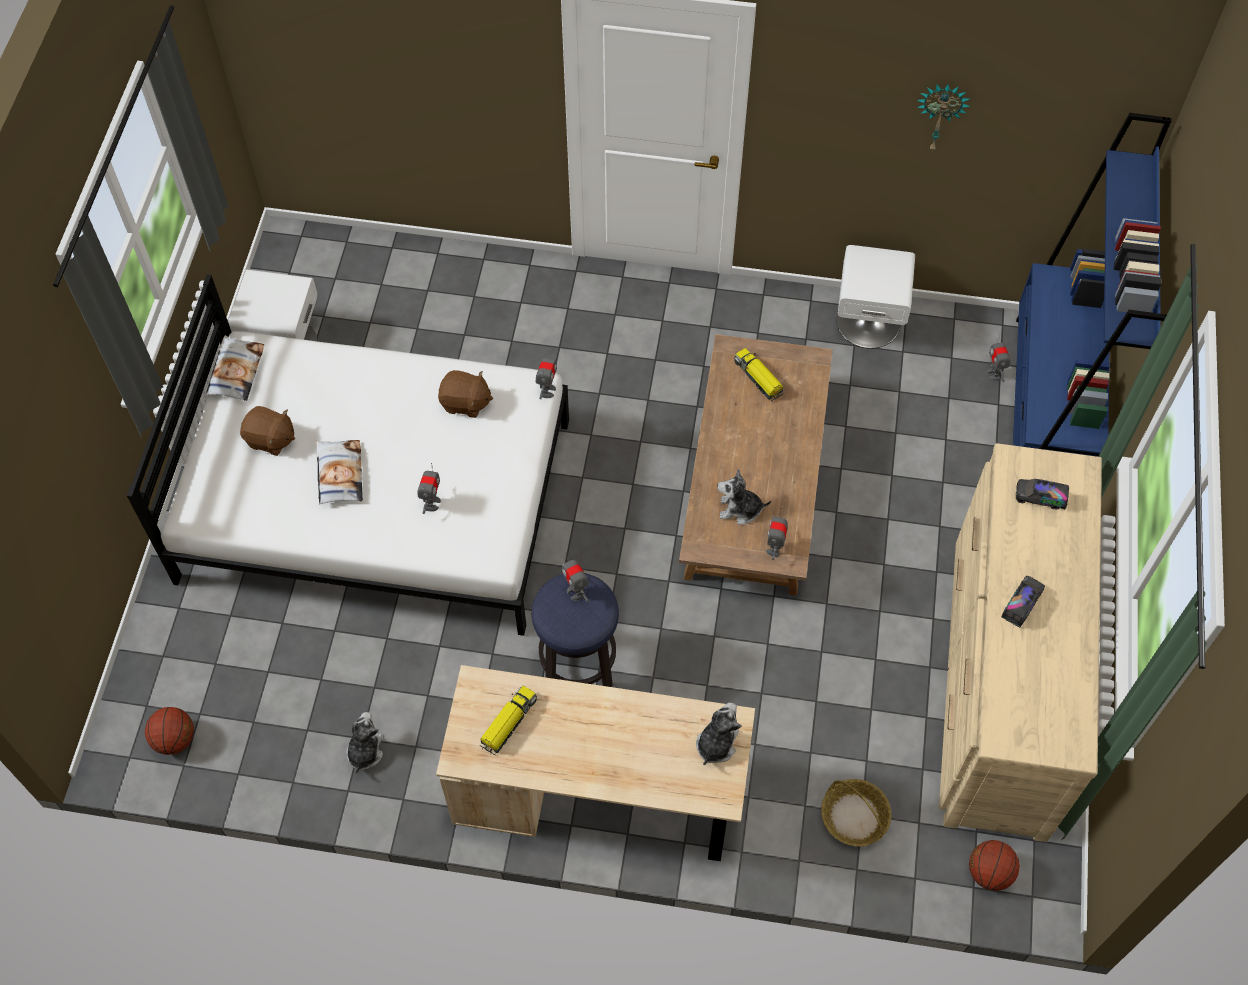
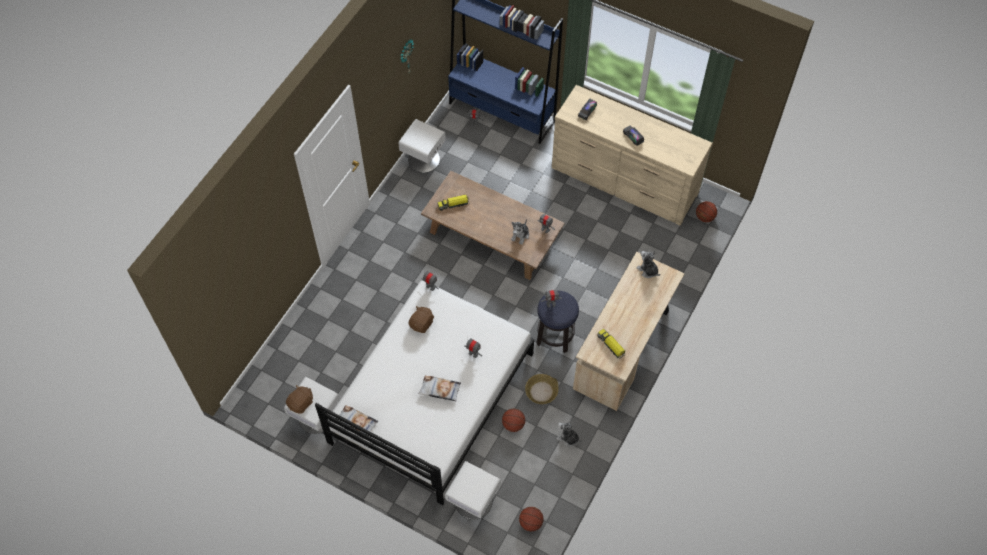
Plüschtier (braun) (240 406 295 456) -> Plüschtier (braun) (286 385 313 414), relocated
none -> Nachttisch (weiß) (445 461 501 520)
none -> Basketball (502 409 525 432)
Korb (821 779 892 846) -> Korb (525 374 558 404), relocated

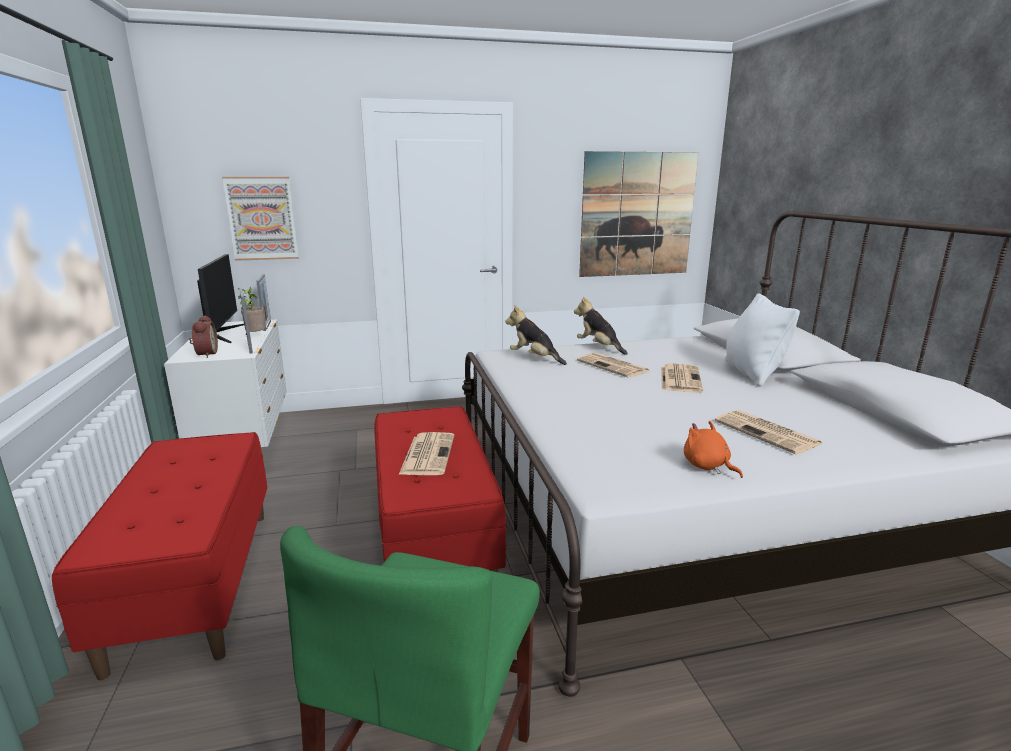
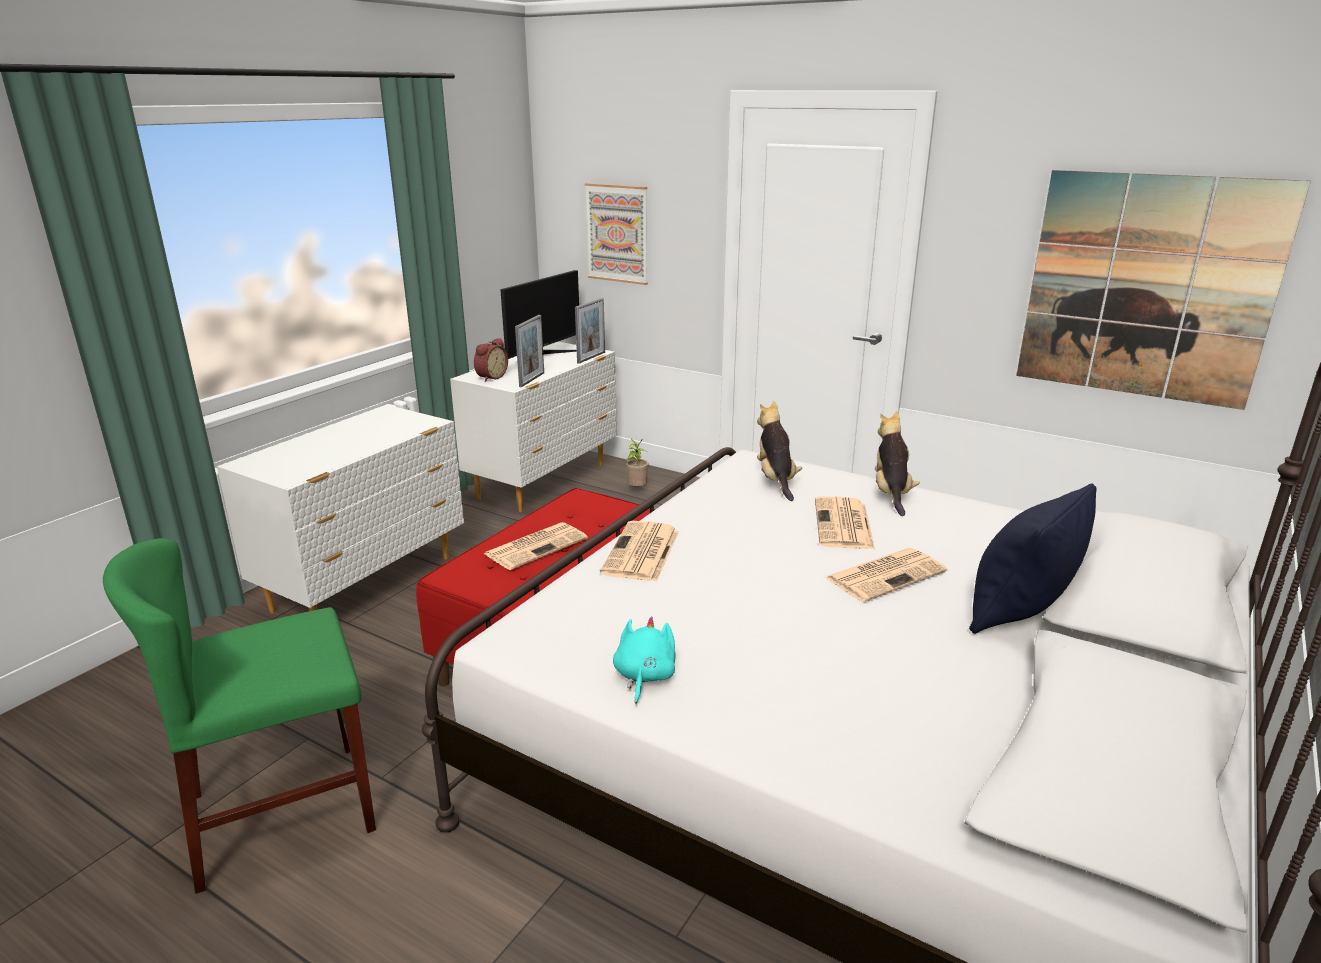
Bank (rot) (52 432 267 680) -> Kommode (weiß) (217 405 464 614)
Zeitung (715 410 823 454) -> Zeitung (600 521 679 582), relocated
Plüschtier (orange) (684 421 743 478) -> Plüschtier (türkis) (613 617 676 704)
Topfpflanze (238 287 265 332) -> Topfpflanze (625 439 648 486), relocated
Kissen (weiß) (725 293 800 387) -> Kissen (schwarz) (969 483 1096 634)

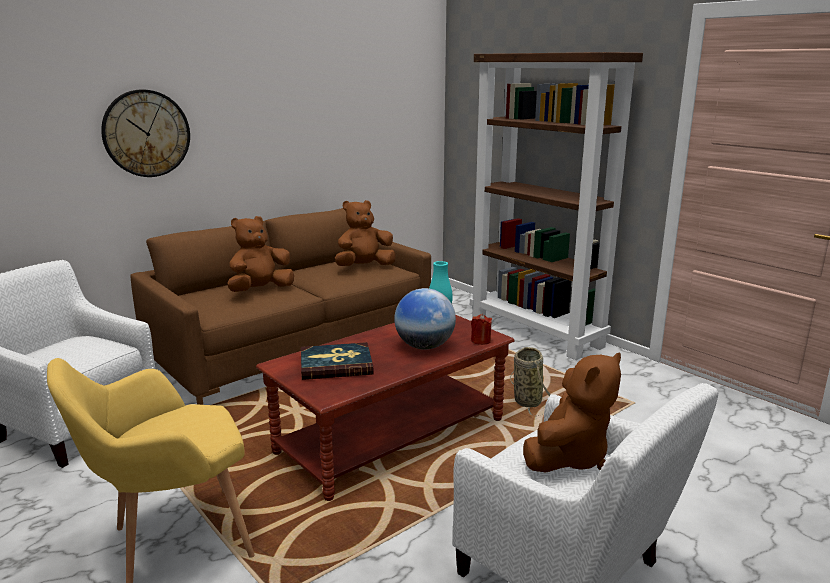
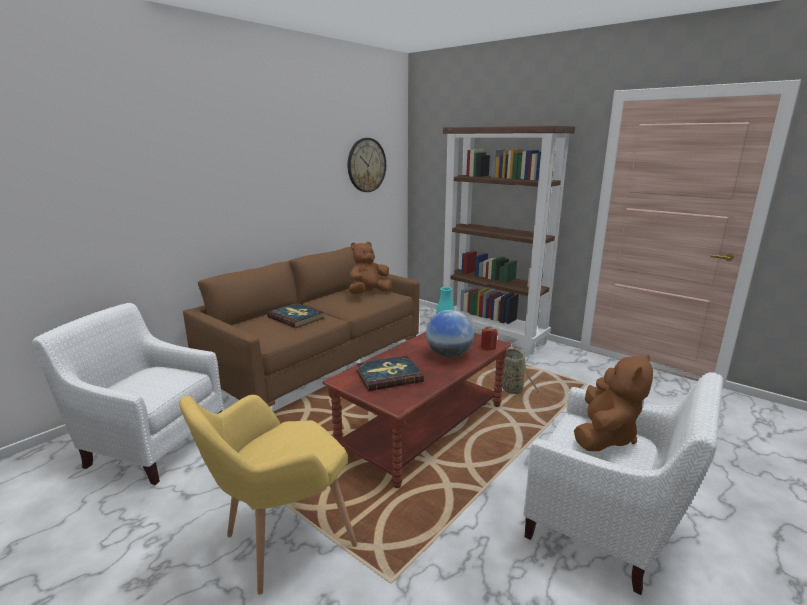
Plüschtier (braun) (228 216 294 292) -> Buch (267 303 324 328)
Wanduhr (101 89 190 177) -> Wanduhr (348 138 386 192), relocated

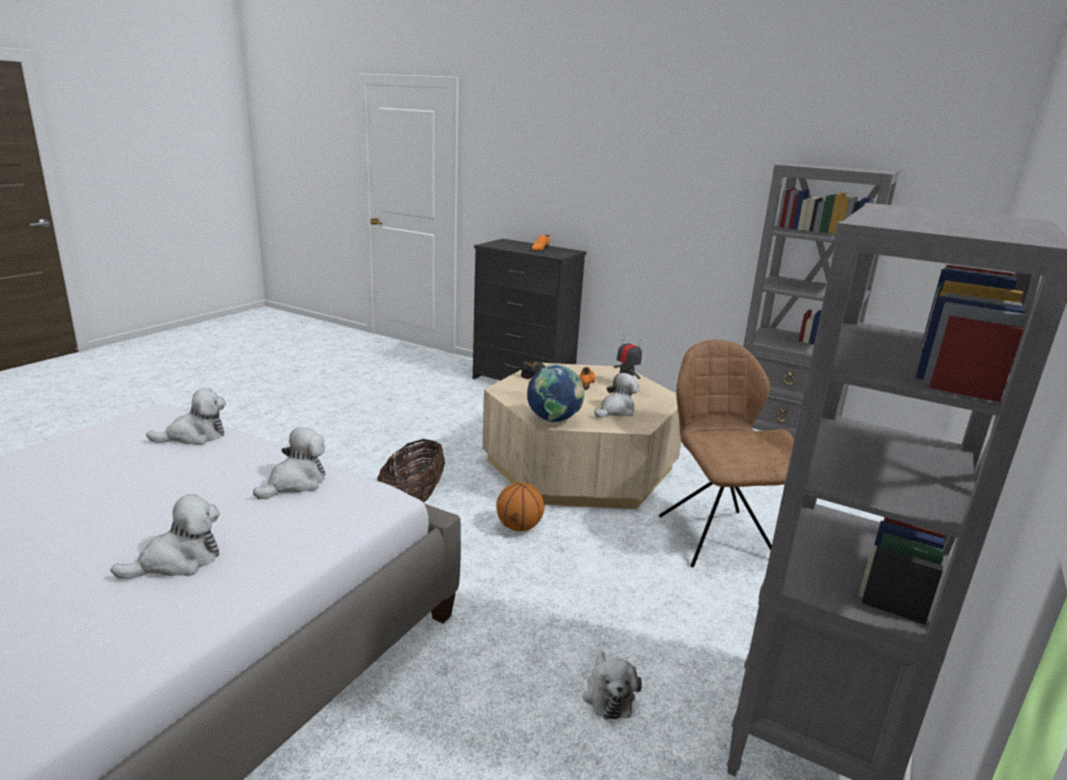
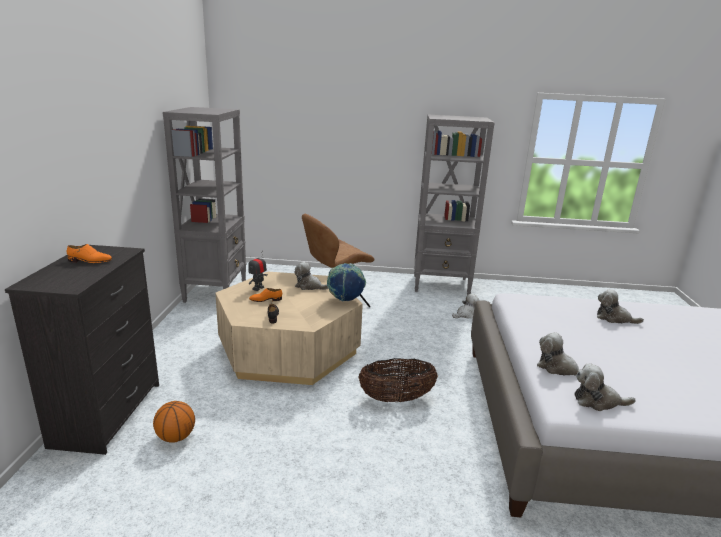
Basketball (496 482 544 531) -> Basketball (153 401 195 443), relocated
Plüschtier (253 427 325 499) -> Plüschtier (574 363 636 411), relocated

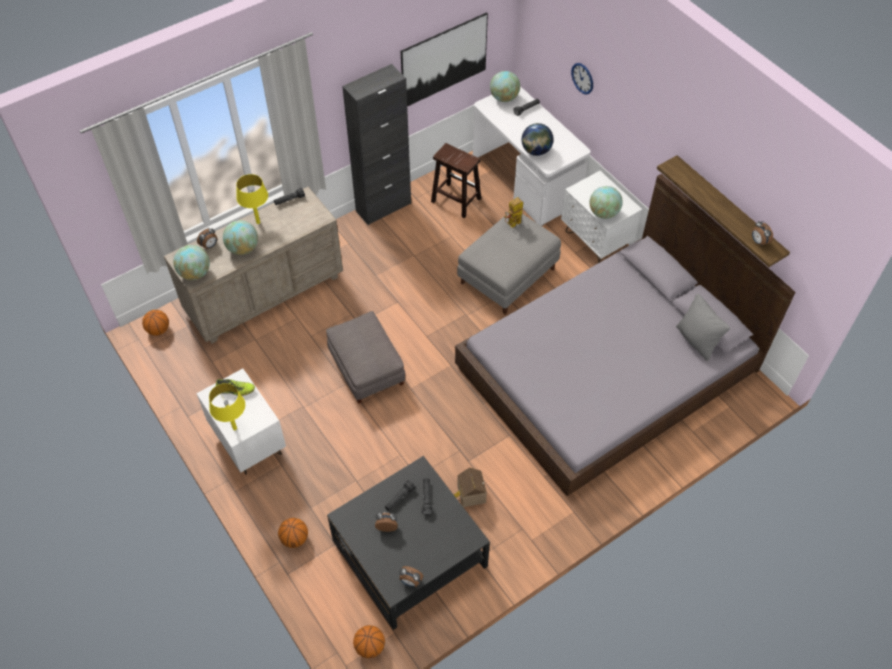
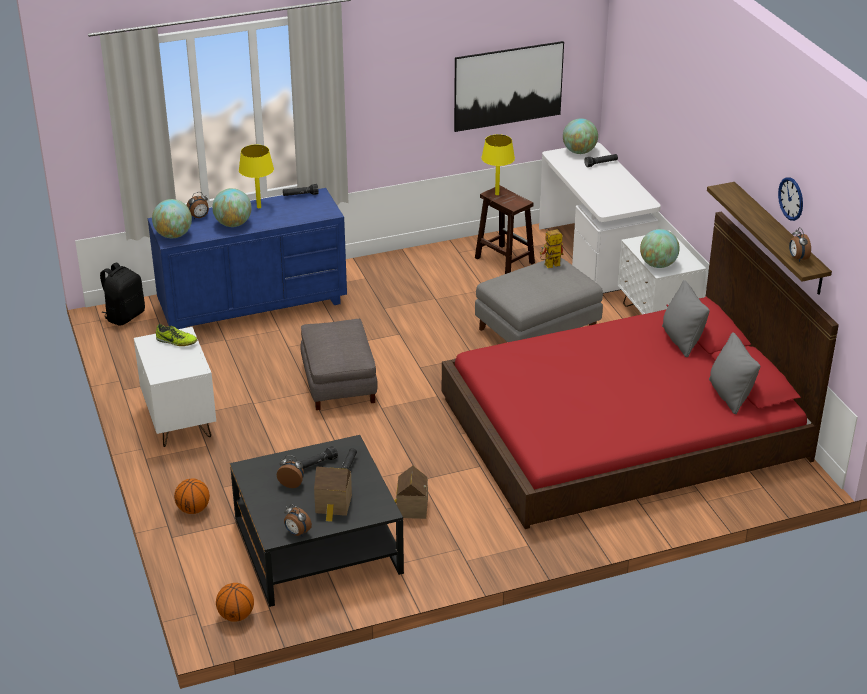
Basketball (142 310 169 336) -> Rucksack (schwarz) (100 262 145 325)
Kommode (beige) (164 187 343 344) -> Kommode (blau) (148 188 347 329)
none -> Spielzeughaus (314 466 352 522)
Bett (grau) (455 174 795 496) -> Bett (rot) (442 212 839 529)
Tischlampe (gelb) (209 383 245 430) -> Tischlampe (gelb) (481 134 515 195), relocated
none -> Kissen (grau) (662 280 710 357)
Wanduhr (571 63 593 95) -> Wanduhr (778 177 803 221), relocated
Schrank (schwarz) (342 64 411 225) -> none
Globus (522 123 554 156) -> none

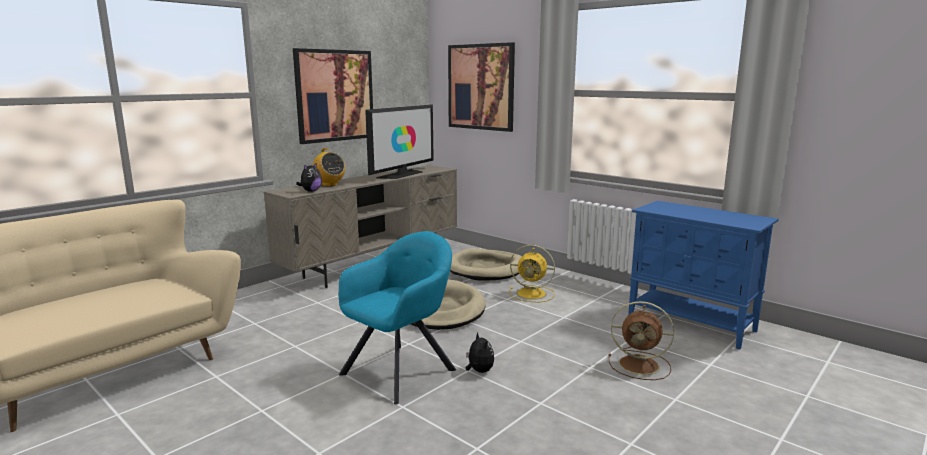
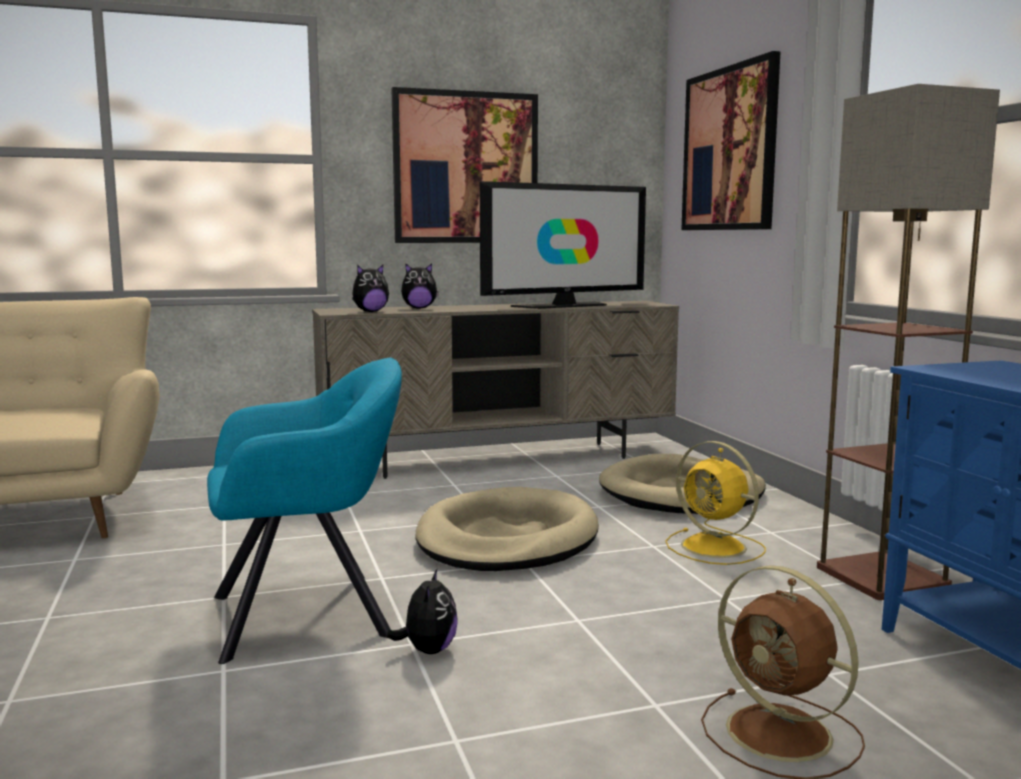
Radio (312 148 345 186) -> Plüschtier (401 263 439 309)
none -> Stehlampe (817 84 1000 600)

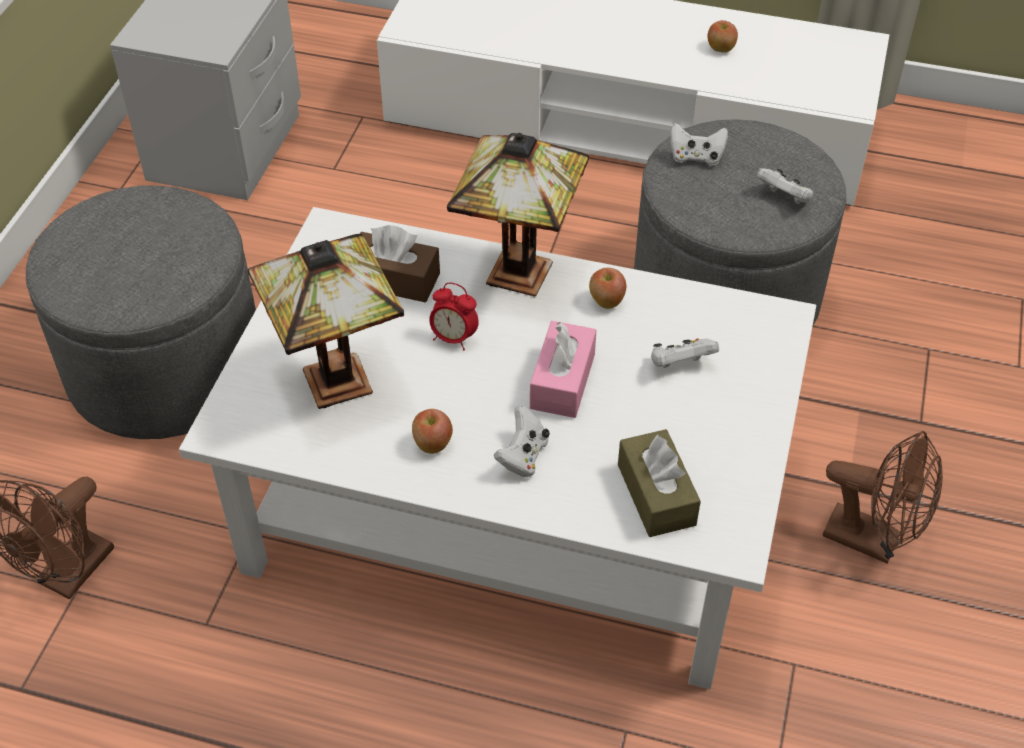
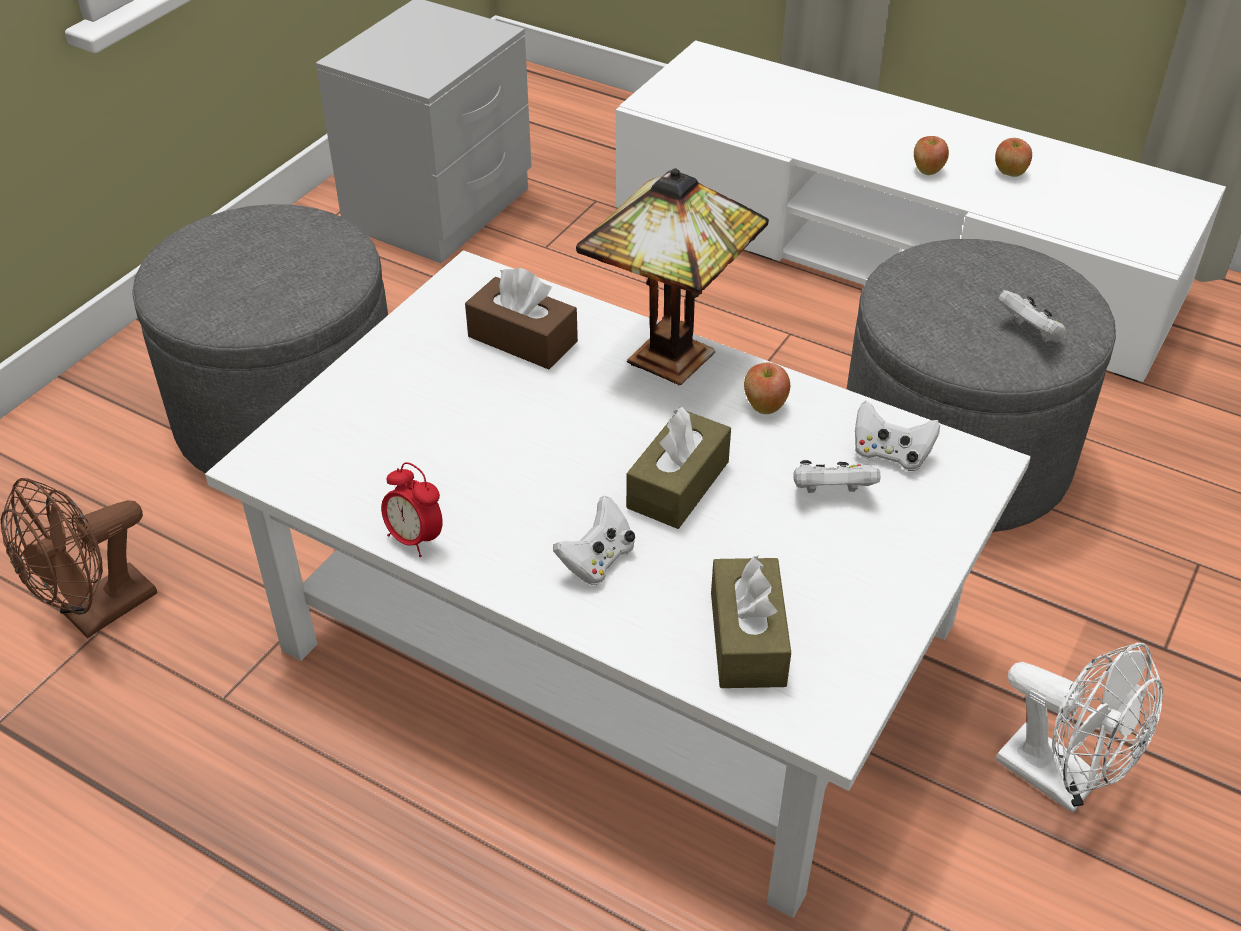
Wecker (429 282 479 351) -> Wecker (381 462 443 557), relocated
Taschentuchbox (rosa) (530 321 596 418) -> Taschentuchbox (braun) (626 407 731 529)
Gamepad (weiß) (671 123 728 166) -> Gamepad (weiß) (855 401 940 471), relocated
Apfel (412 409 453 454) -> Apfel (914 136 949 175), relocated
Ventilator (braun) (823 431 943 563) -> Ventilator (weiß) (996 643 1164 813)
Tischlampe (248 234 404 409) -> none

